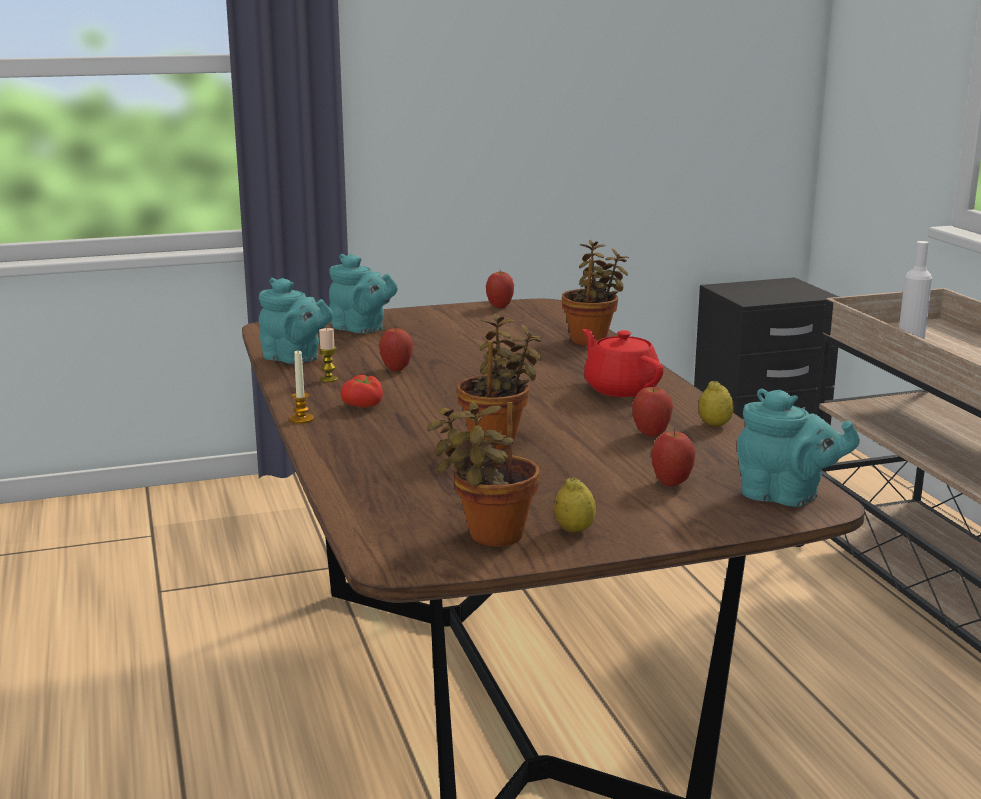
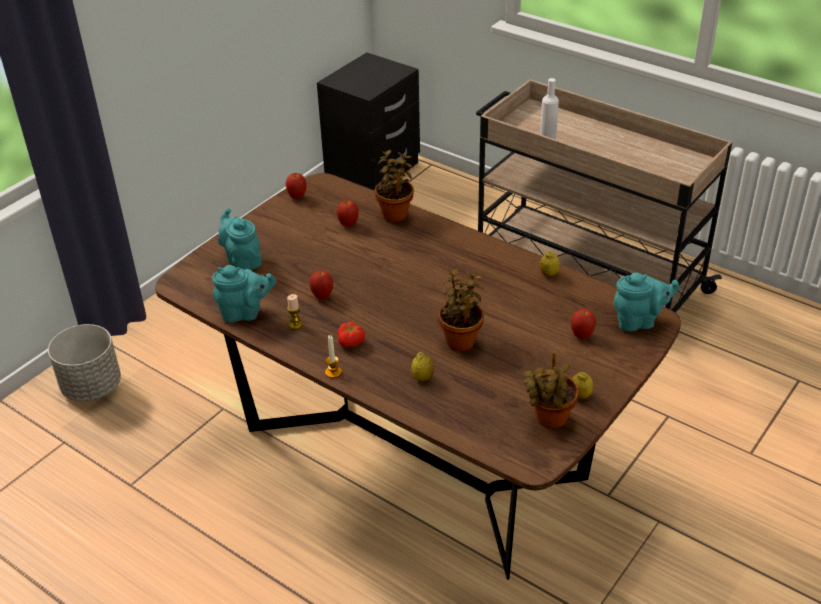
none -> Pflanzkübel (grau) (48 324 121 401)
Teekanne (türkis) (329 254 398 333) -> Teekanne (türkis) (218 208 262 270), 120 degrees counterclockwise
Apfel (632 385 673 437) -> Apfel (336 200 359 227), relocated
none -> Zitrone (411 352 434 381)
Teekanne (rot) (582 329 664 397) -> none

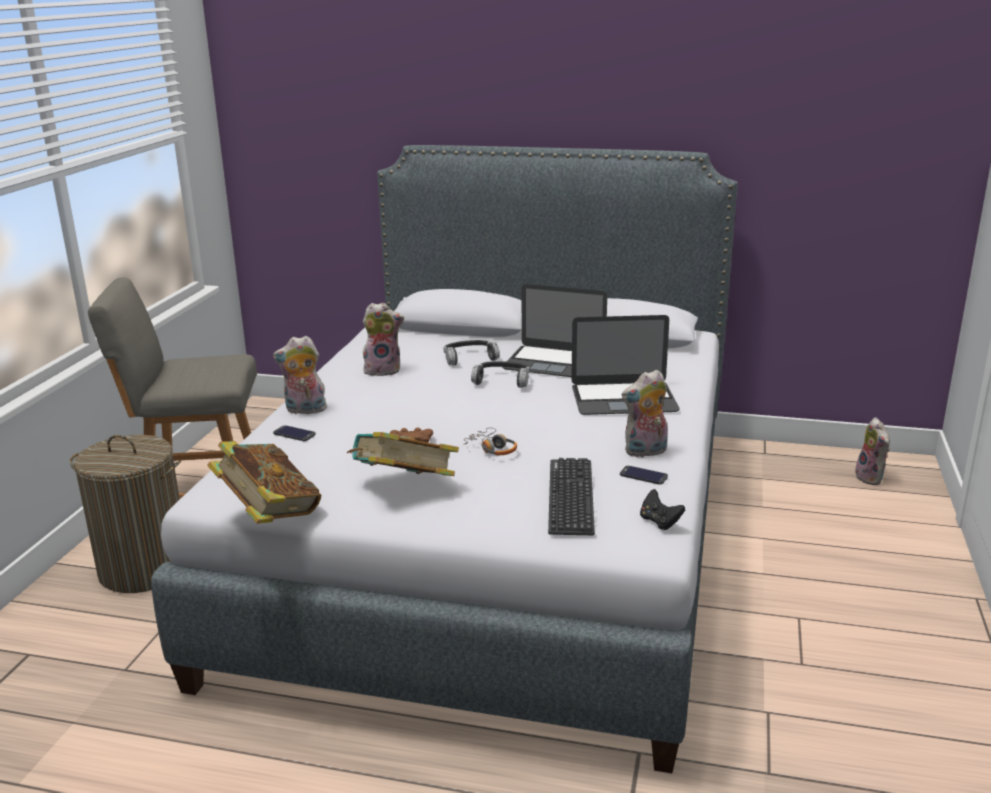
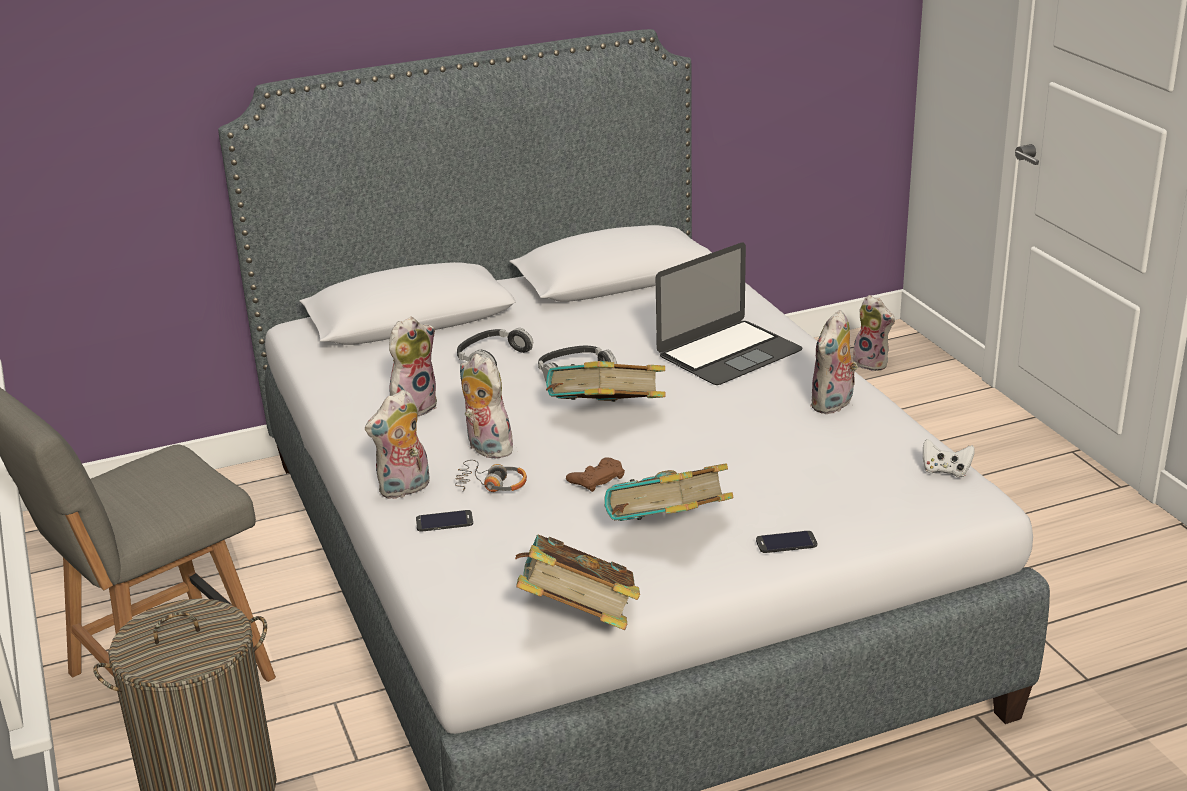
Kopfhörer (463 428 517 455) -> Kopfhörer (455 460 527 492), relocated
none -> Plüschtier (460 354 514 459)
none -> Buch (546 361 666 402)
Handy (620 466 668 485) -> Handy (756 531 817 553), relocated
Gamepad (schwarz) (640 489 685 530) -> Gamepad (weiß) (923 439 974 477)
Laptop (502 284 607 377) -> none
Tastatur (548 458 595 535) -> none

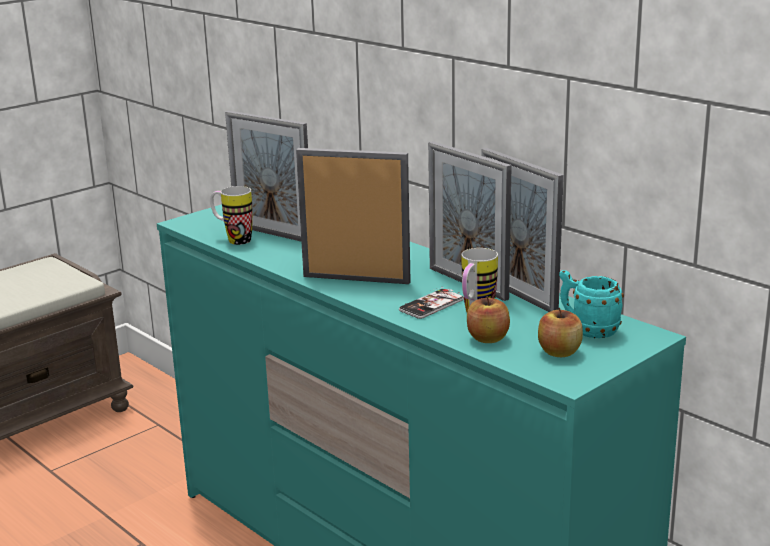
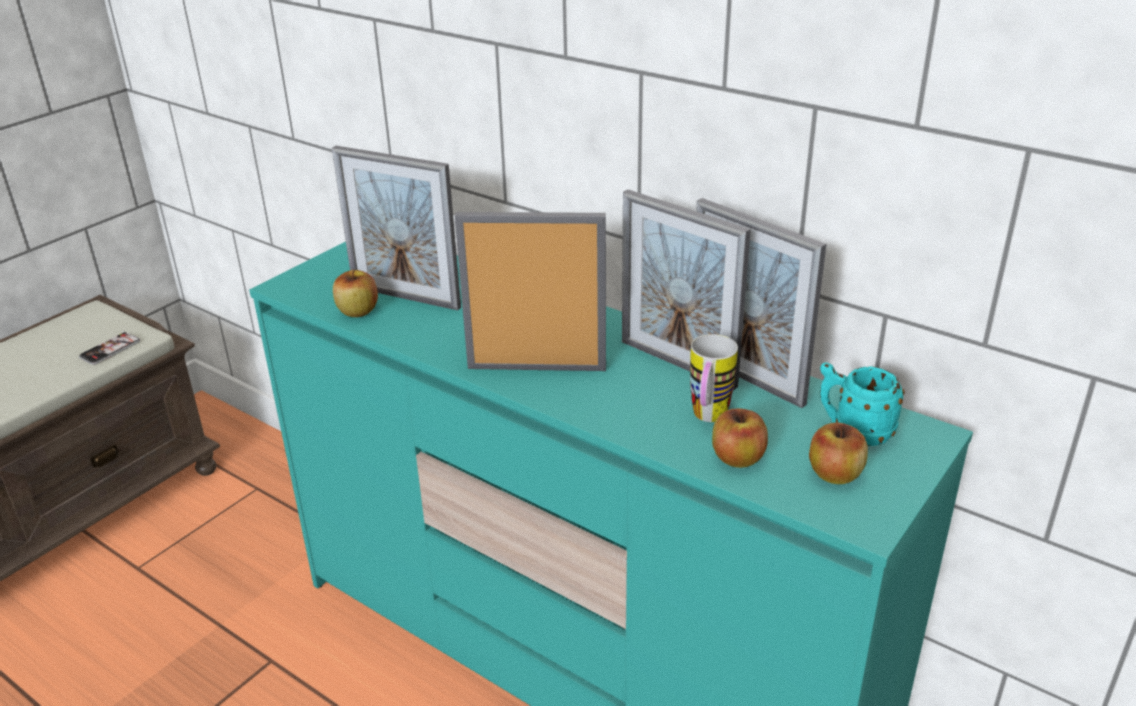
Handy (399 287 464 319) -> Handy (79 331 140 365), relocated
Henkelbecher (210 186 253 245) -> Apfel (333 269 378 317)

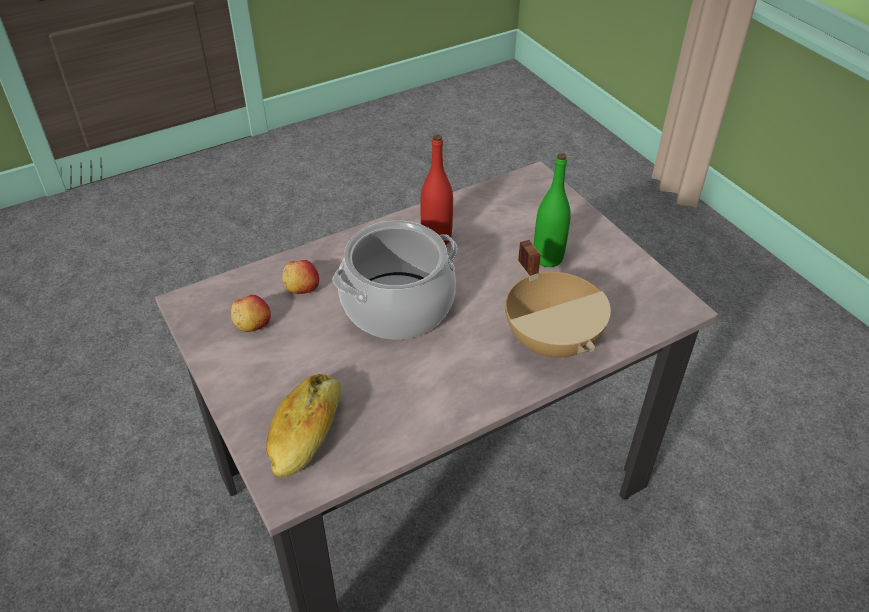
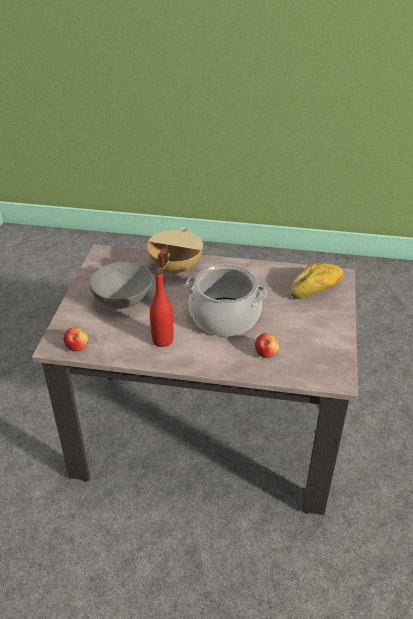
Apfel (231 295 271 332) -> Apfel (64 327 88 351), relocated
Flasche (grün) (534 153 571 267) -> Schüssel (grau) (89 262 153 309)

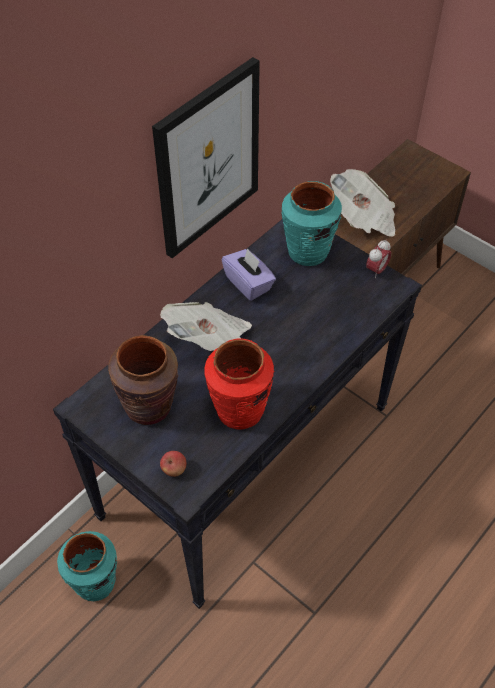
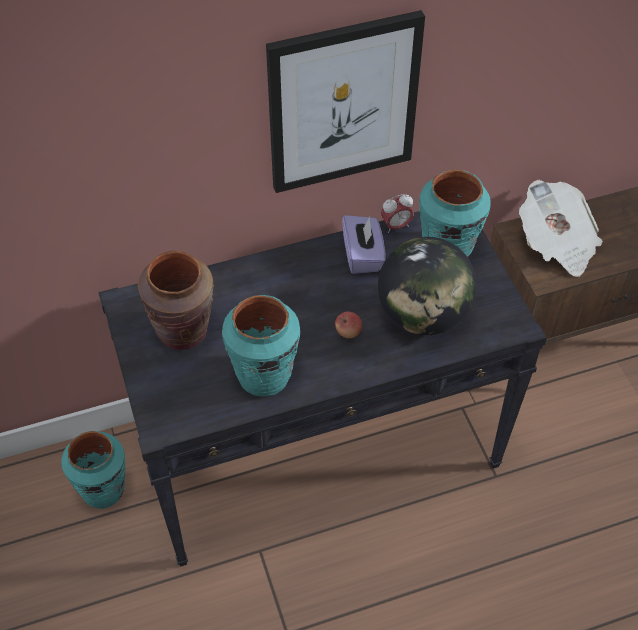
Vase (rot) (204 339 275 430) -> Vase (türkis) (222 295 300 397)
Apfel (160 451 186 477) -> Apfel (335 311 362 339), relocated
none -> Globus (378 237 477 335)
Wecker (366 240 391 278) -> Wecker (381 194 414 233), relocated
Zeitung (160 302 252 351) -> none

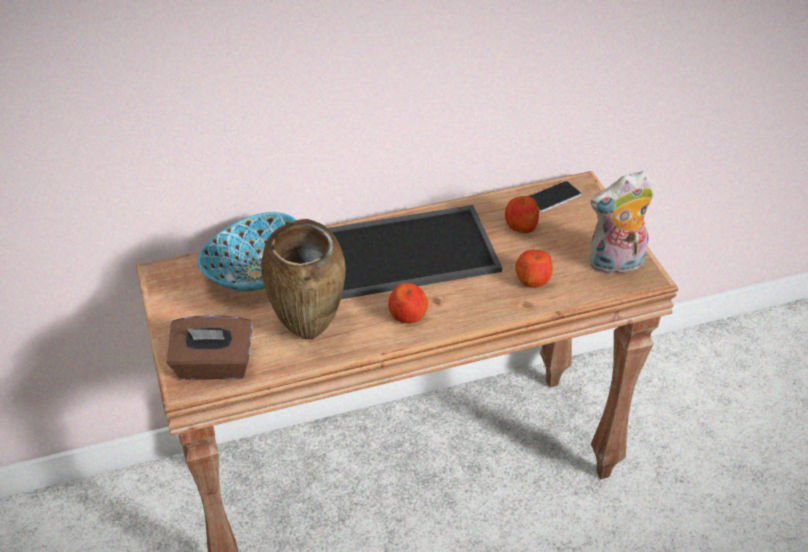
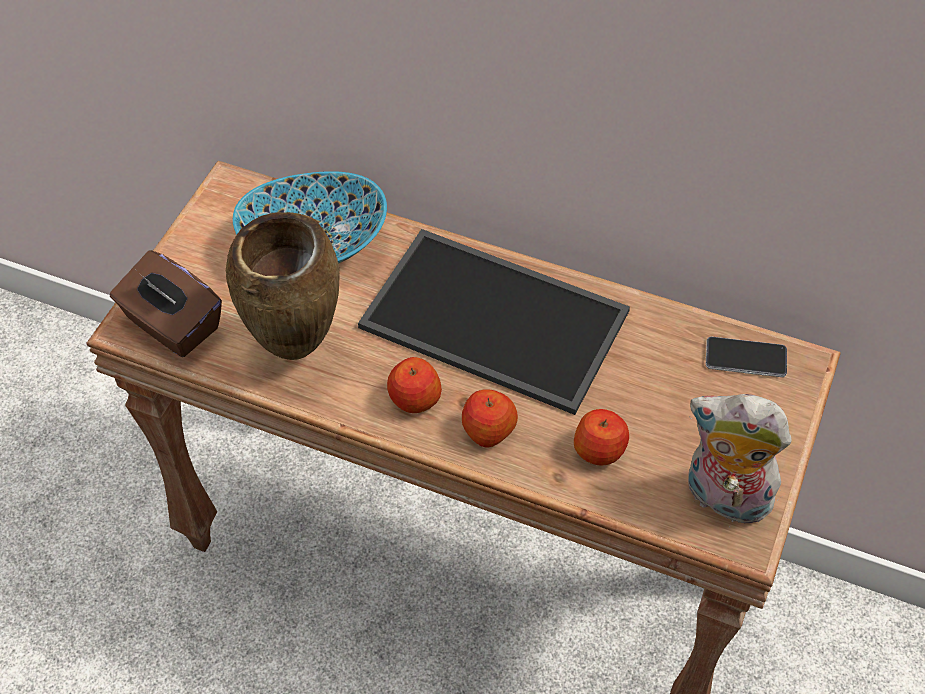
Apfel (505 196 539 233) -> Apfel (462 389 518 448), relocated

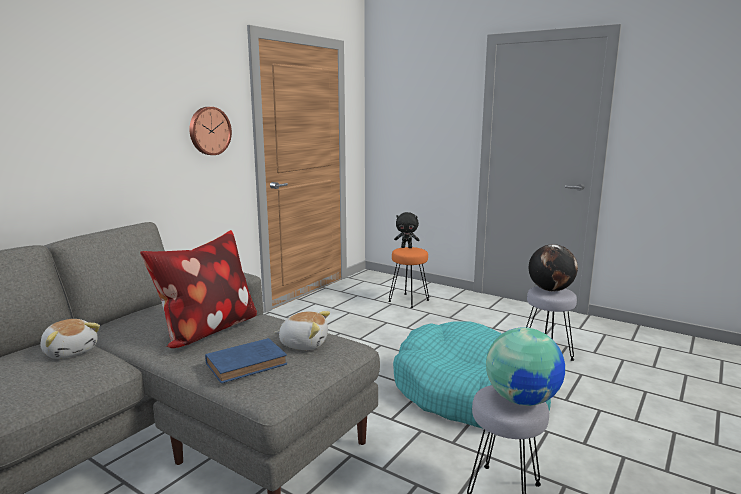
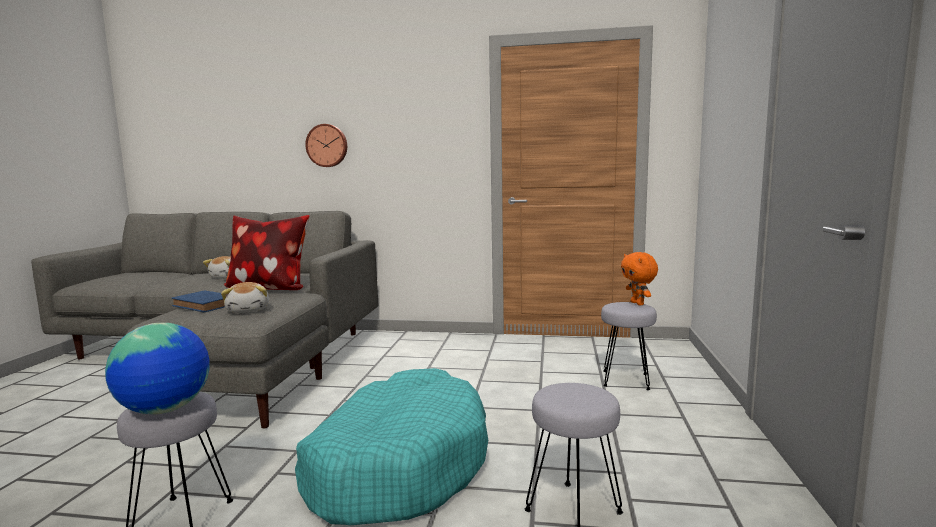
Wanduhr (189 107 232 155) -> Wanduhr (305 124 347 167), relocated
Hocker (orange) (388 247 429 308) -> Hocker (grau) (601 302 657 390)
Plüschtier (schwarz) (394 212 420 248) -> Plüschtier (orange) (621 252 658 305)
Globus (529 244 578 291) -> none

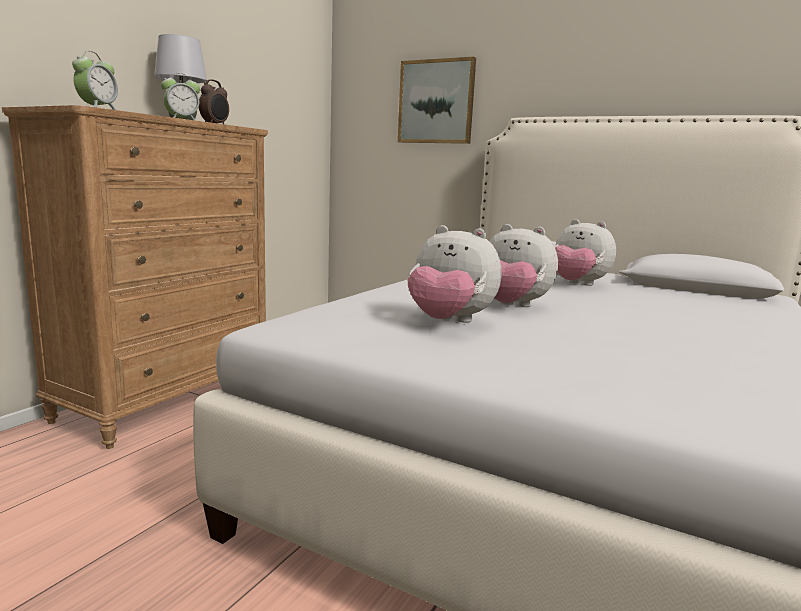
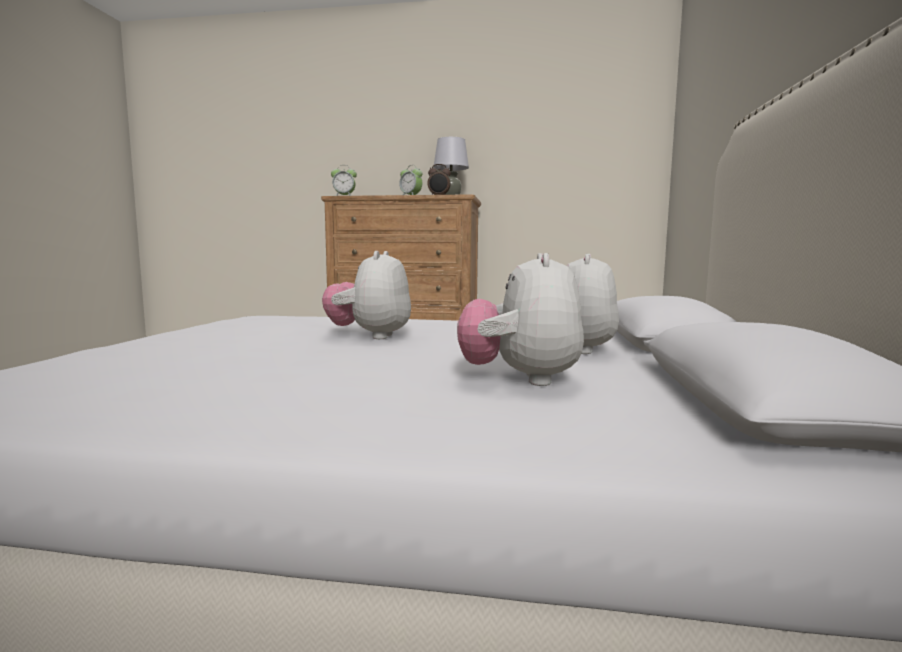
Plüschtier (408 225 502 323) -> Plüschtier (457 253 584 386), relocated
Bild (398 57 476 144) -> none

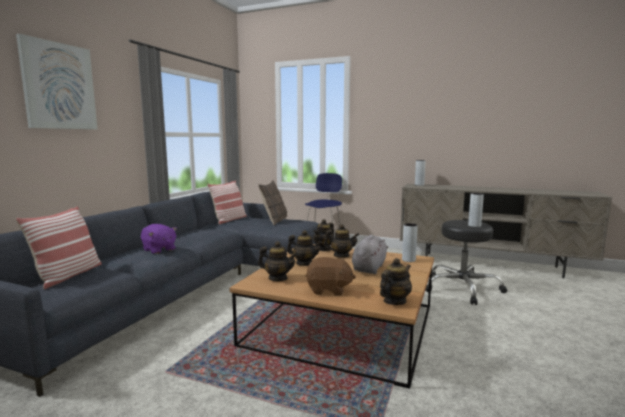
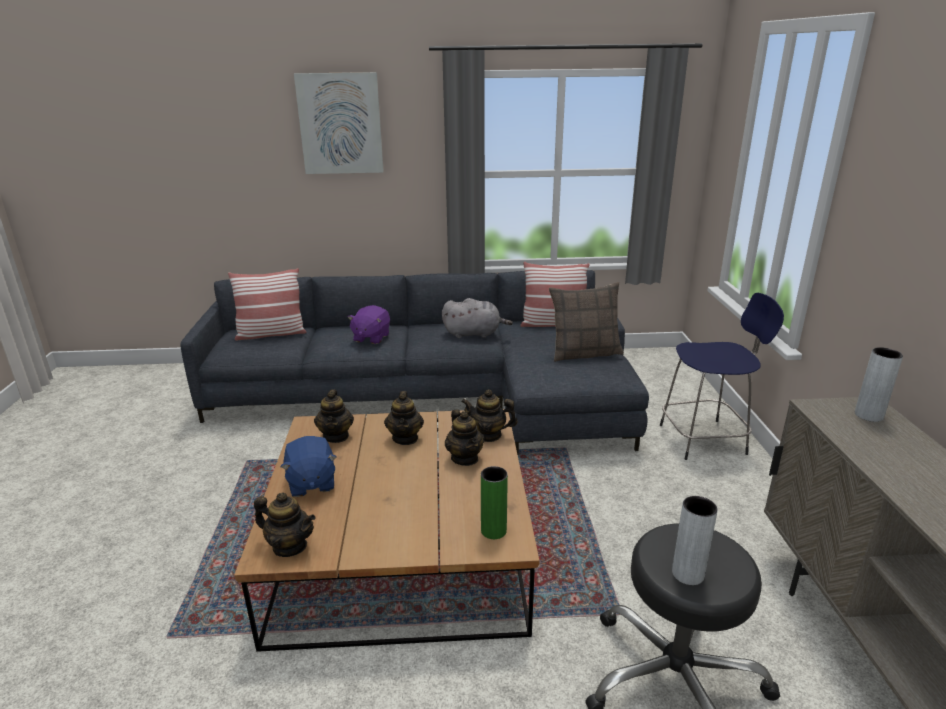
Plüschtier (braun) (306 257 356 296) -> Plüschtier (blau) (280 436 337 497)
Plüschtier (grau) (352 235 388 274) -> Plüschtier (grau) (442 298 513 338), relocated
Vase (grau) (402 223 418 262) -> Vase (grün) (481 466 508 539)

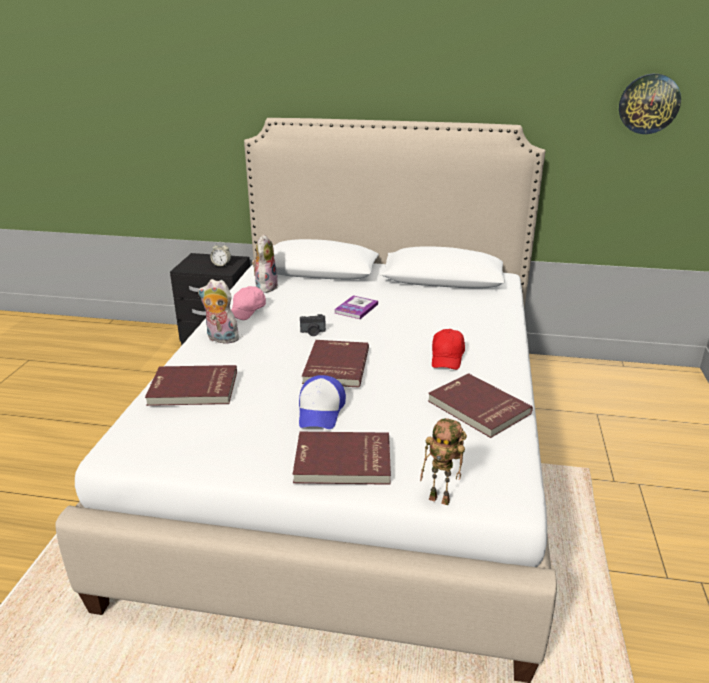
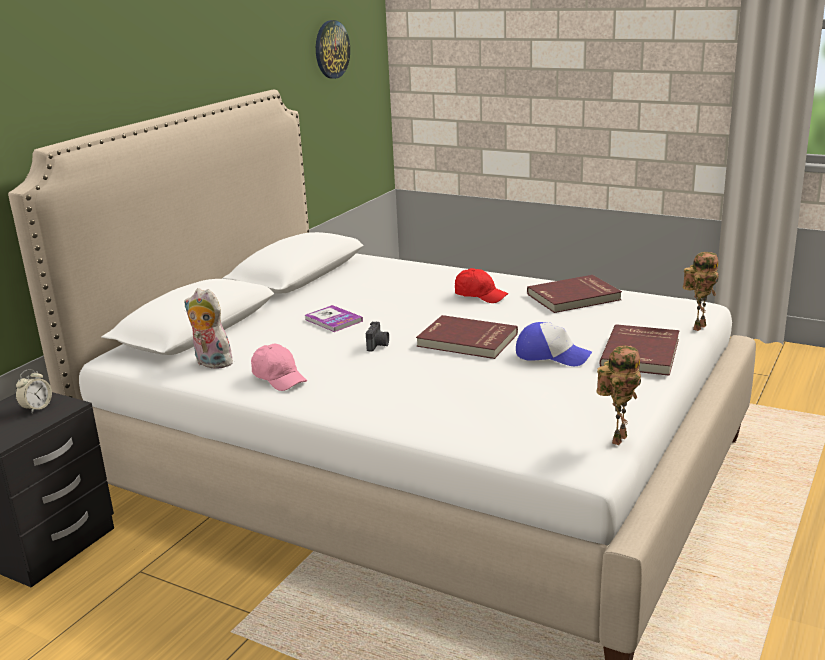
none -> Spielzeugroboter (597 345 641 445)
Buch (rot) (145 365 237 406) -> none
Plüschtier (198 279 241 344) -> none

